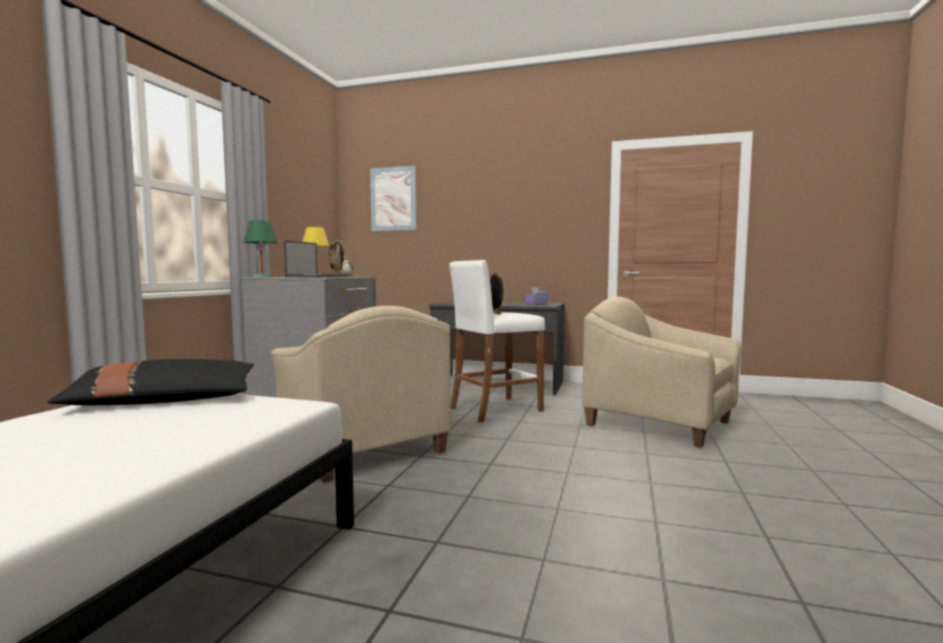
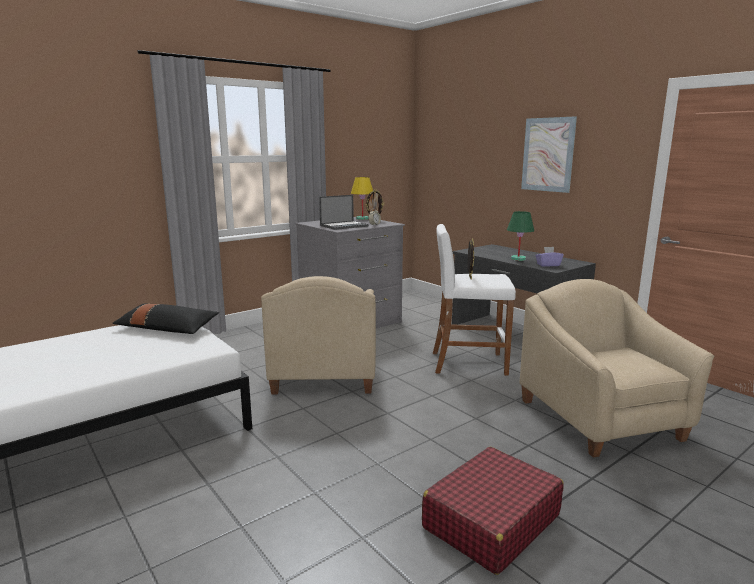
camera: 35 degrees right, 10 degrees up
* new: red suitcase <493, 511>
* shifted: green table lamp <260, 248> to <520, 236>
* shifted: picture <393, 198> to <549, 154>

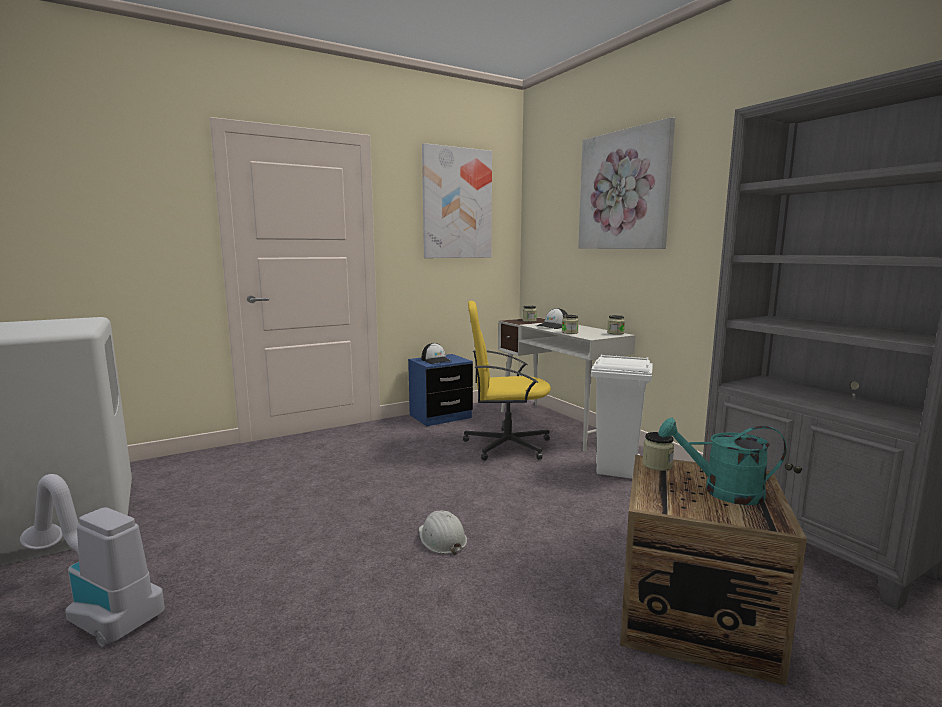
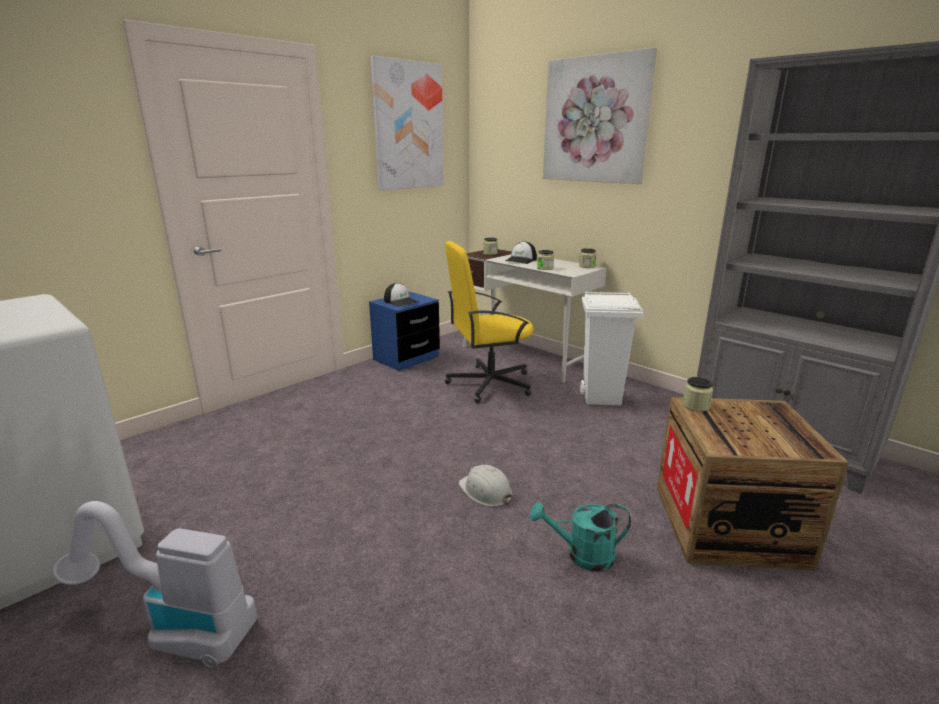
camera: 15 degrees left, 10 degrees up
* shifted: turquoise watering can <723, 461> to <580, 536>

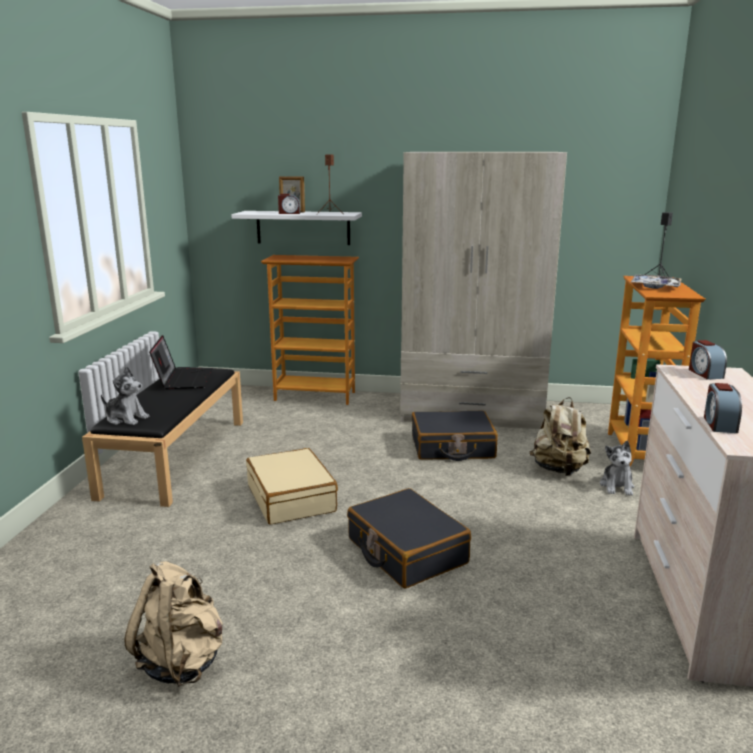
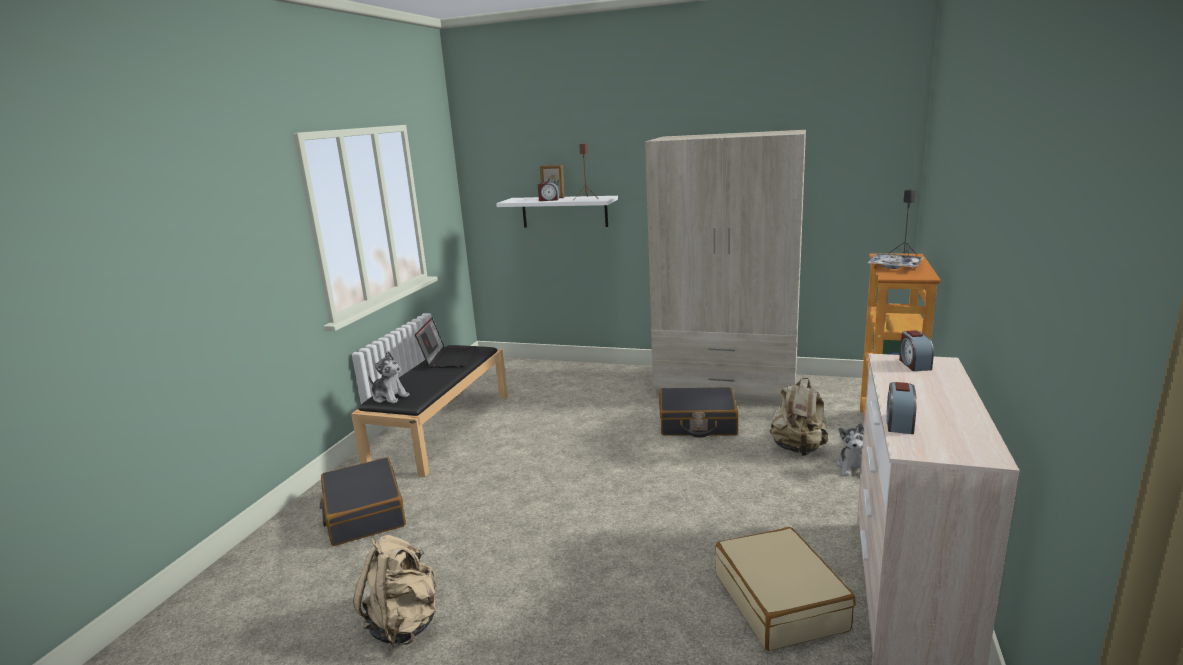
camera: 10 degrees right, 0 degrees up
* gone: bookcase <310, 330>
* shifted: beige suitcase <292, 486> to <785, 589>
* shifted: black suitcase <409, 538> to <362, 501>

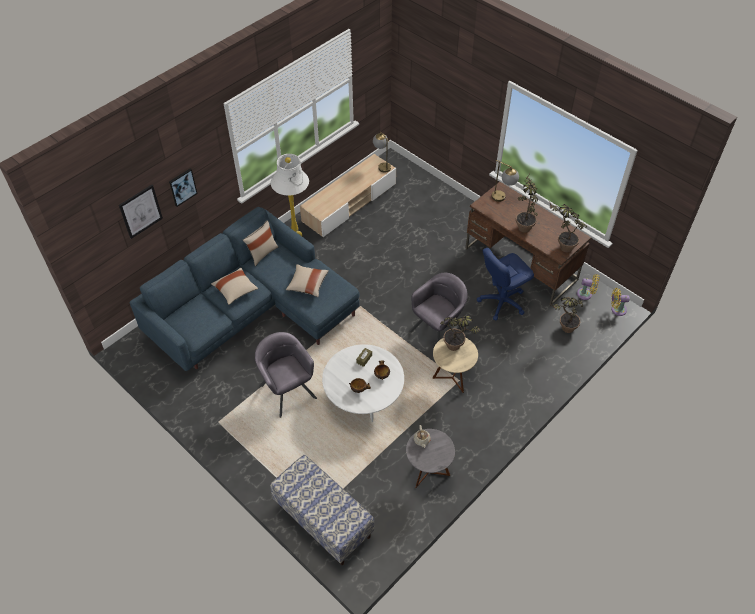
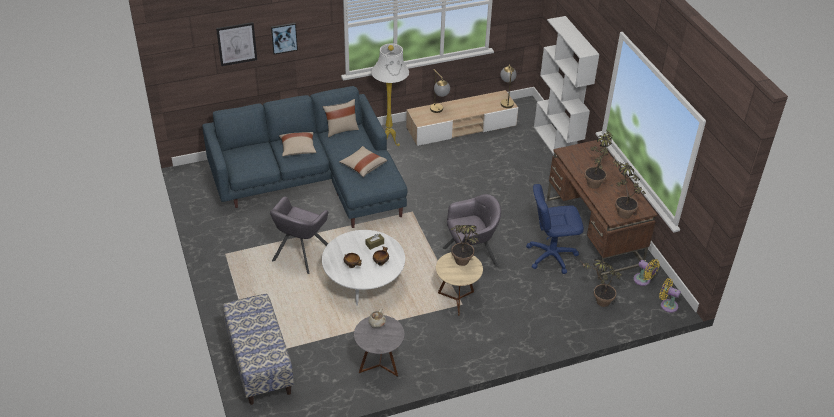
camera: 25 degrees right, 10 degrees down
* new: white bookcase <566, 85>
* shifted: table lamp <505, 181> to <440, 91>
* rotated: grey armchair <286, 375> = <299, 235> 150 degrees counterclockwise

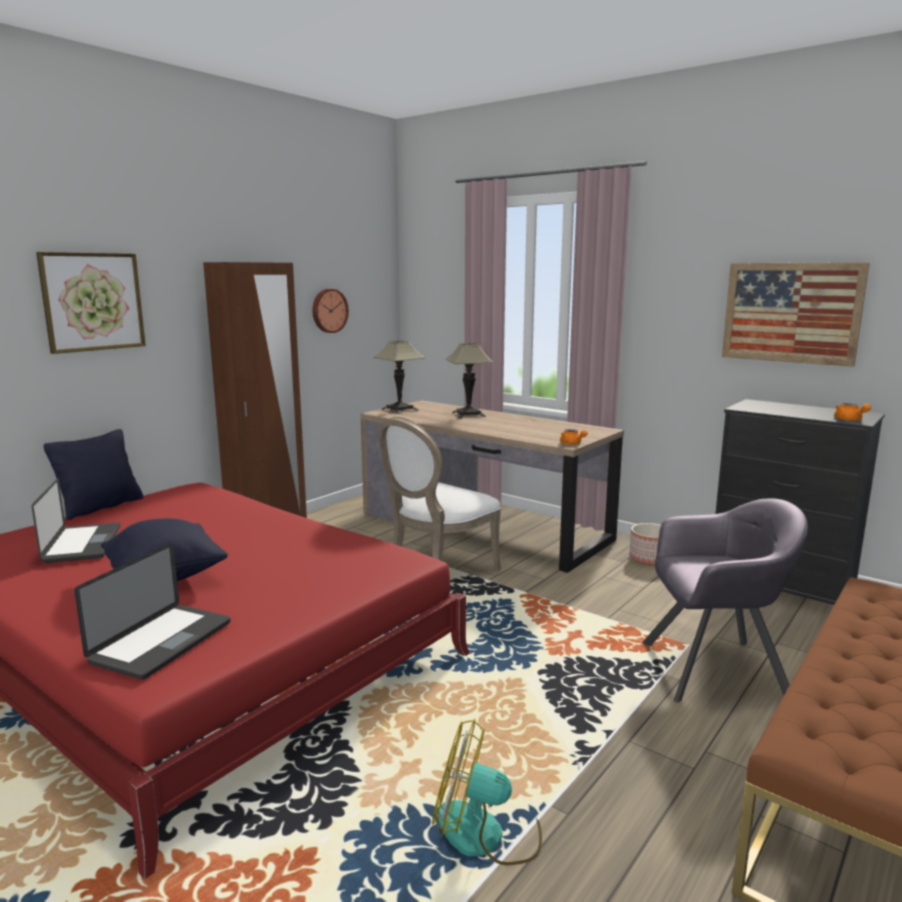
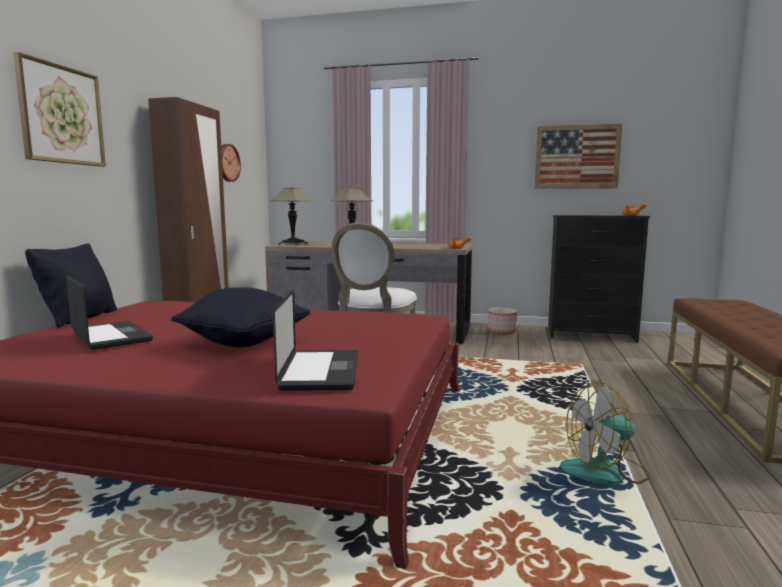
camera: 25 degrees left, 5 degrees down
* gone: grey armchair <725, 600>

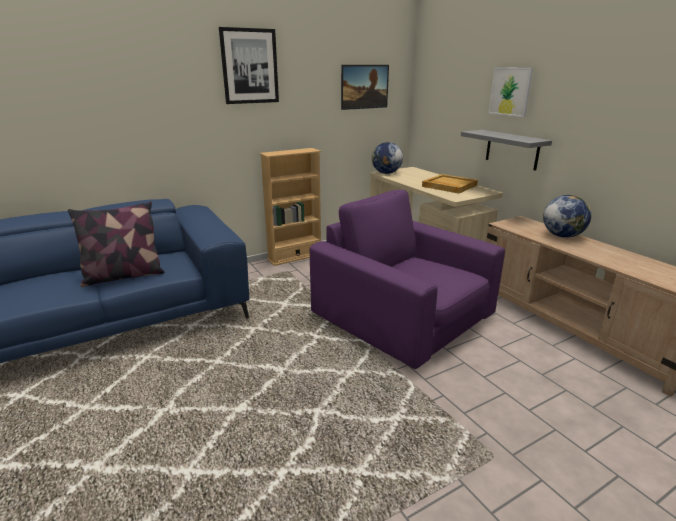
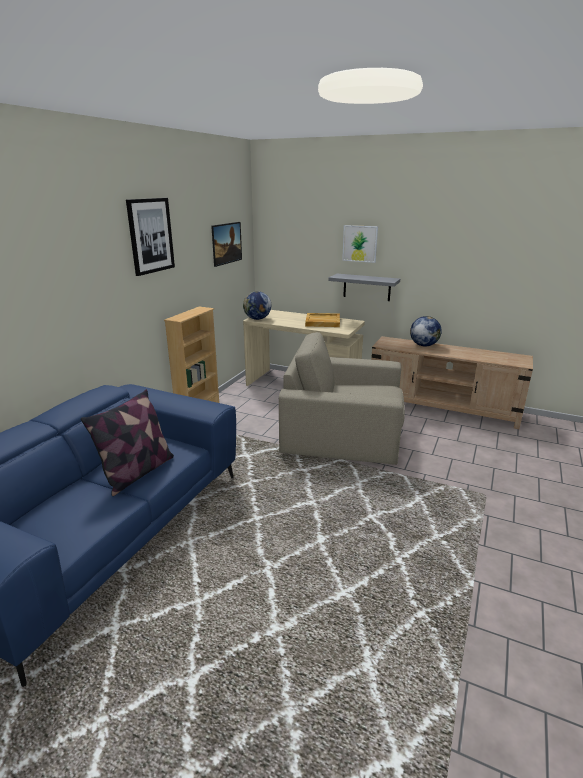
camera: 35 degrees left, 0 degrees up
* repainted: purple armchair <407, 279> to beige armchair <342, 398>

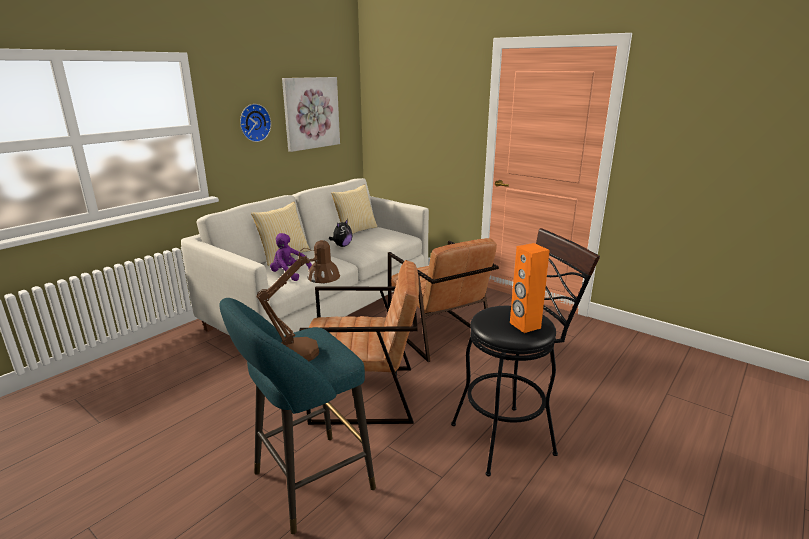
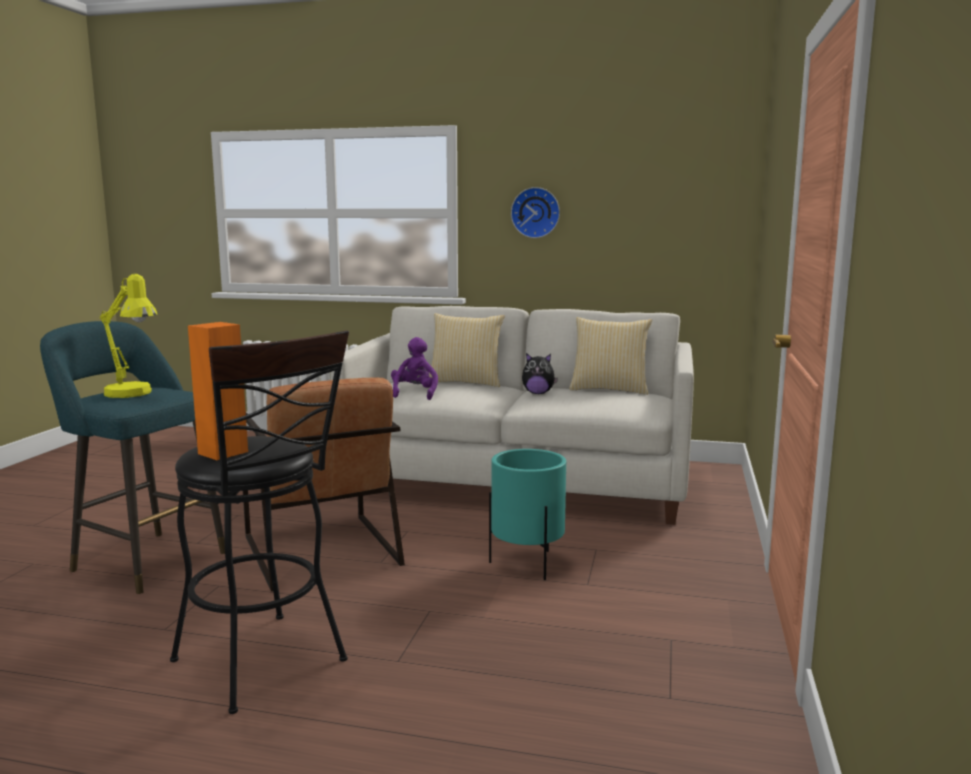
camera: 65 degrees right, 10 degrees down
* gone: picture <311, 114>
* swapped: brown armchair <443, 300> to turquoise planter <527, 514>
* repainted: brown table lamp <298, 300> to yellow table lamp <128, 336>

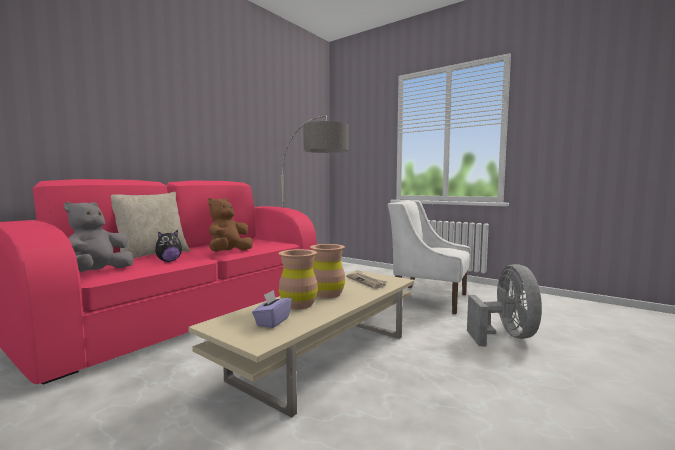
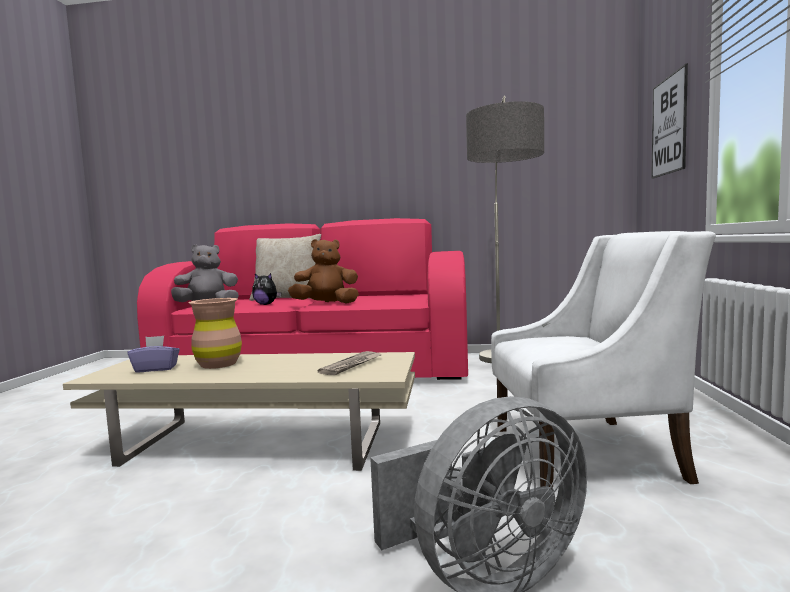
camera: 60 degrees right, 0 degrees up
* gone: brown vase <327, 271>
* new: picture <669, 121>
* rotated: white armchair <429, 257> = <603, 360> 90 degrees clockwise

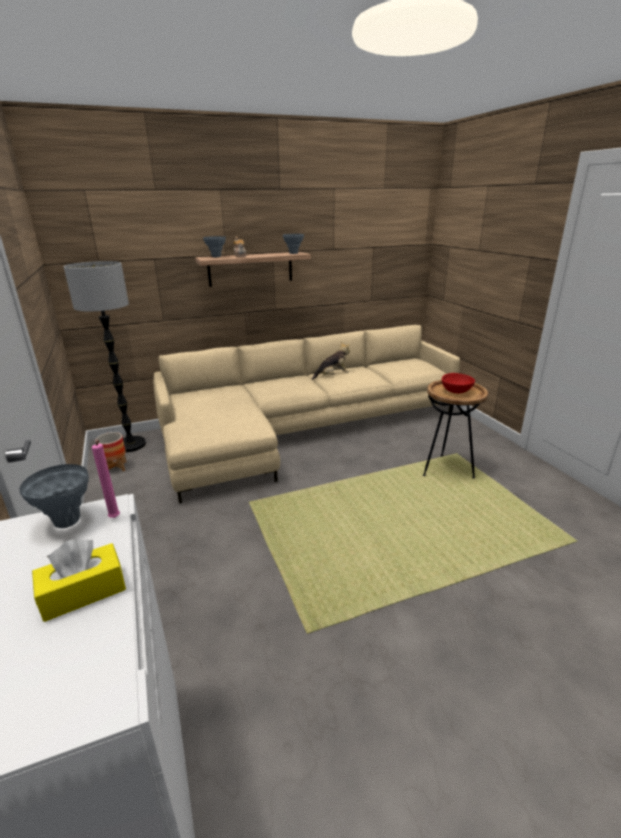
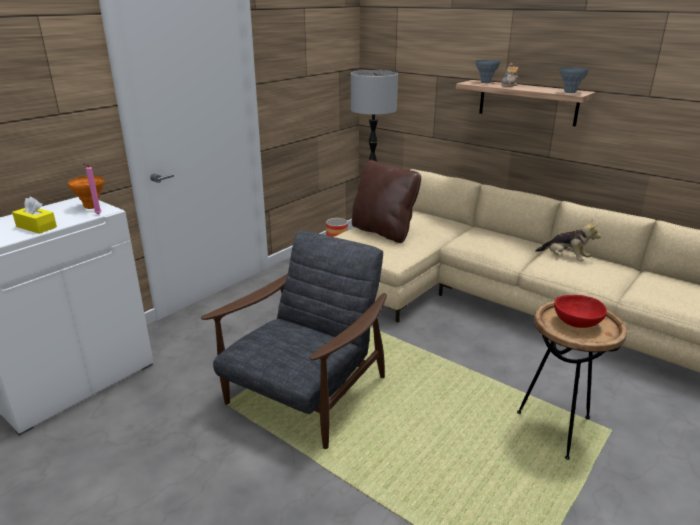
camera: 60 degrees right, 0 degrees up
* new: grey armchair <294, 340>
* new: brown pillow <386, 201>
* repainted: grey vase <54, 496> to orange vase <86, 192>

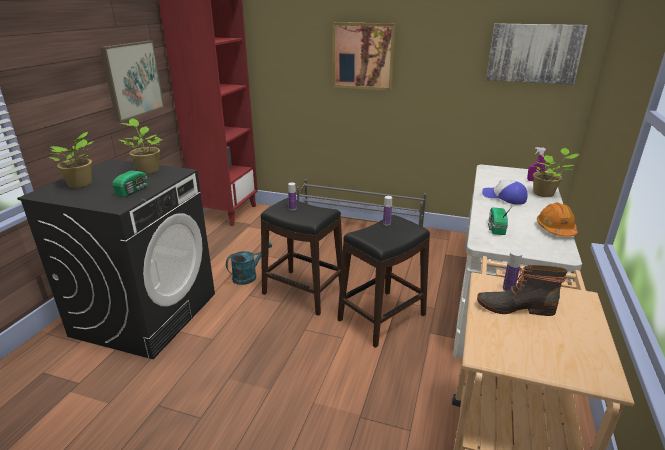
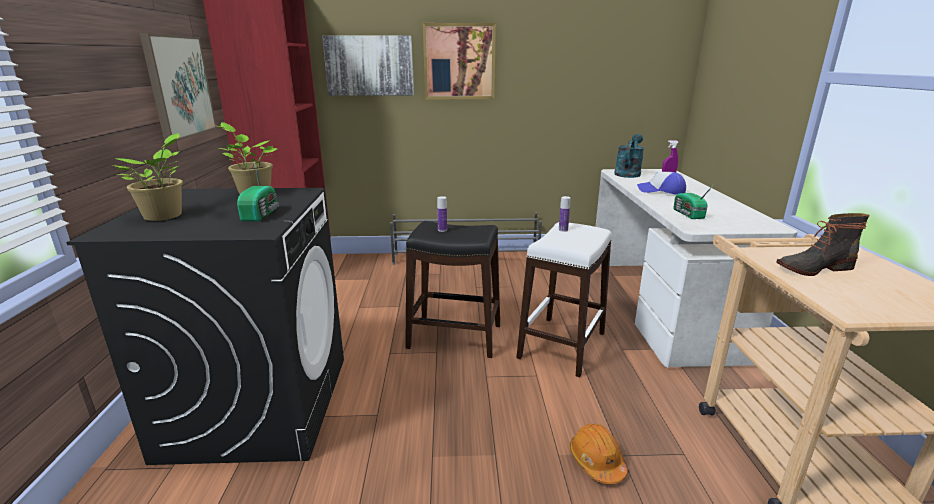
camera: 20 degrees left, 5 degrees down
* gone: bottle <512, 270>
* gone: potted plant <556, 172>
* shifted: turquoise watering can <249, 263> to <629, 156>
* shifted: picture <537, 54> to <368, 66>
* shifted: orange hard hat <557, 220> to <598, 454>
* repainted: black stool <383, 281> to white stool <564, 299>

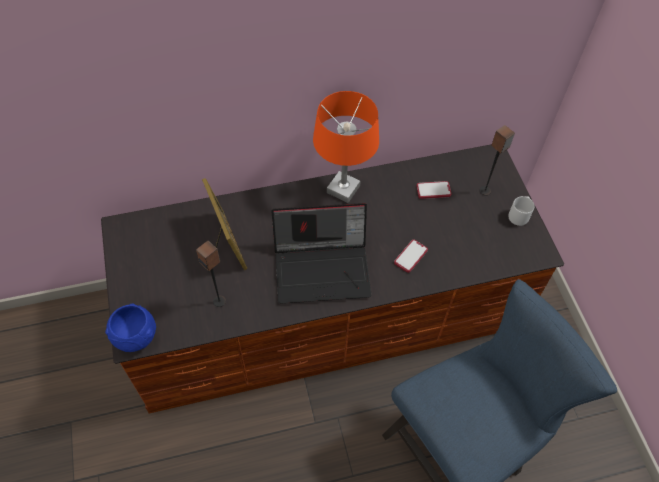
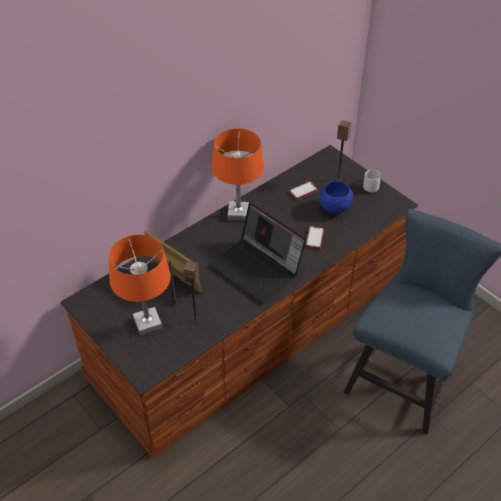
camera: 25 degrees left, 10 degrees down
* new: orange table lamp <140, 285>
* shifted: blue bowl <130, 328> to <336, 197>
* rotated: laptop <321, 253> = <258, 253> 75 degrees clockwise

